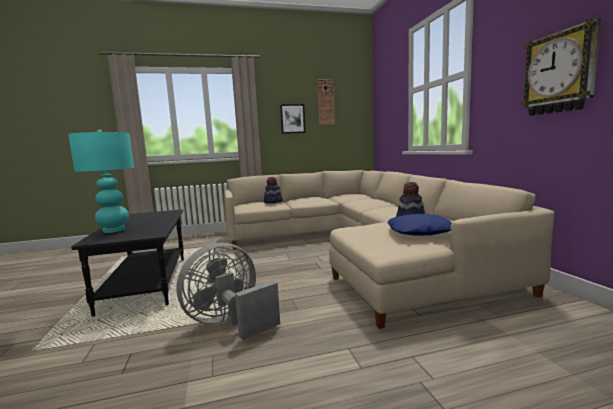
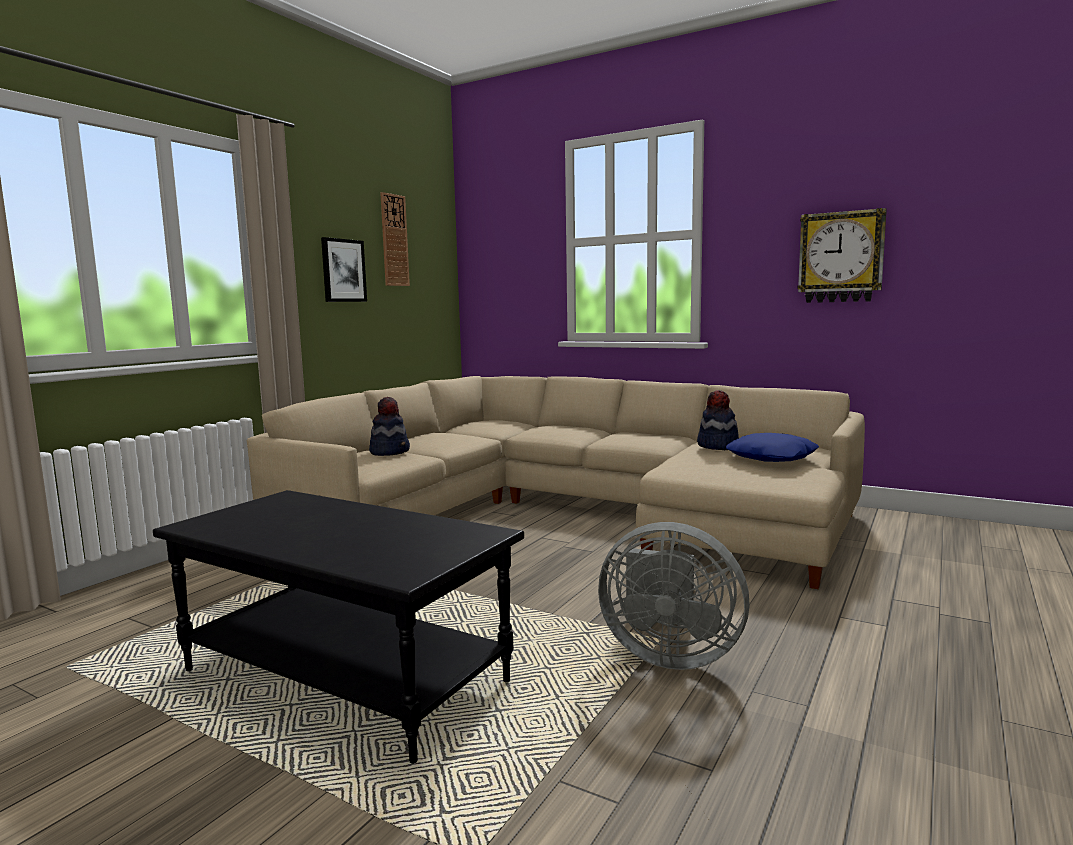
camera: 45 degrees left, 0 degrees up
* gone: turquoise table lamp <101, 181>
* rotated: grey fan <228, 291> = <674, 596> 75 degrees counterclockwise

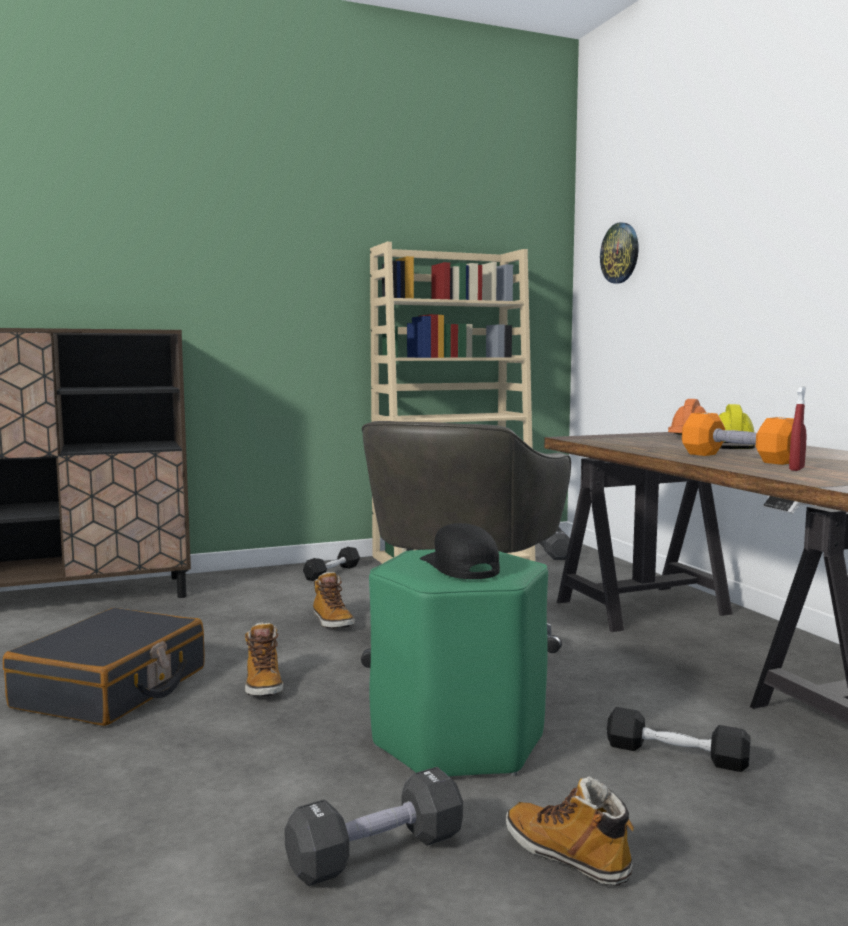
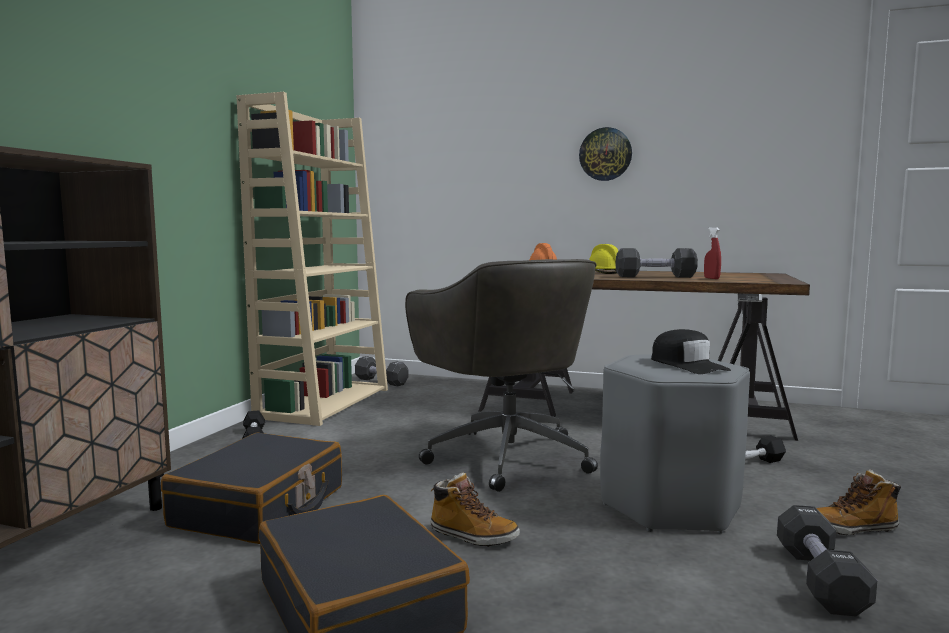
camera: 50 degrees left, 0 degrees up
* gone: boot <334, 600>
* new: black suitcase <251, 488>
* shifted: wall clock <619, 253> to <605, 154>
* repainted: green stool <458, 662> to grey stool <675, 444>
* repainted: orange dumbbell <738, 438> to black dumbbell <657, 263>
* rotated: black cap <460, 551> = <691, 351> 135 degrees counterclockwise

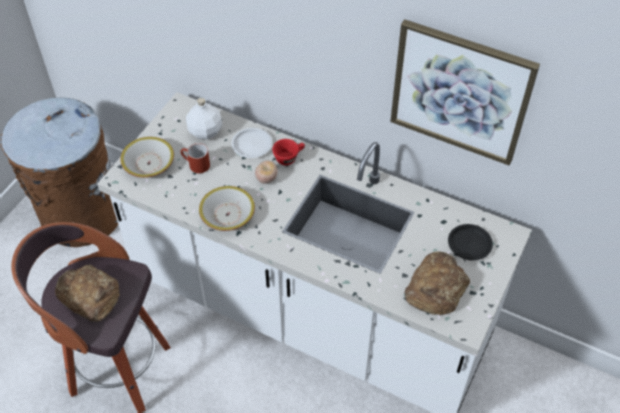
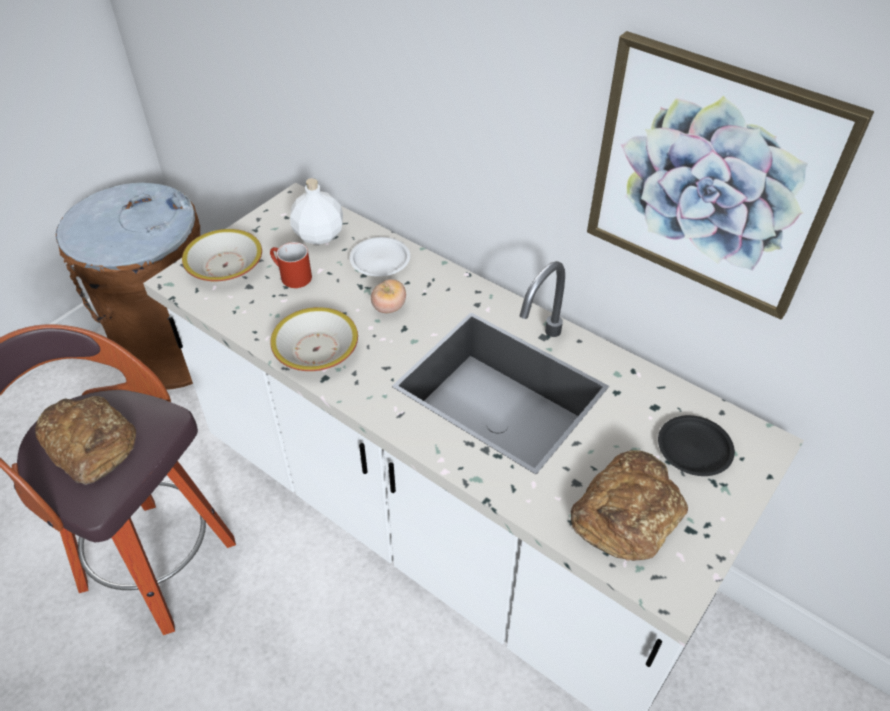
camera: 10 degrees right, 5 degrees down
* gone: red cup <288, 152>

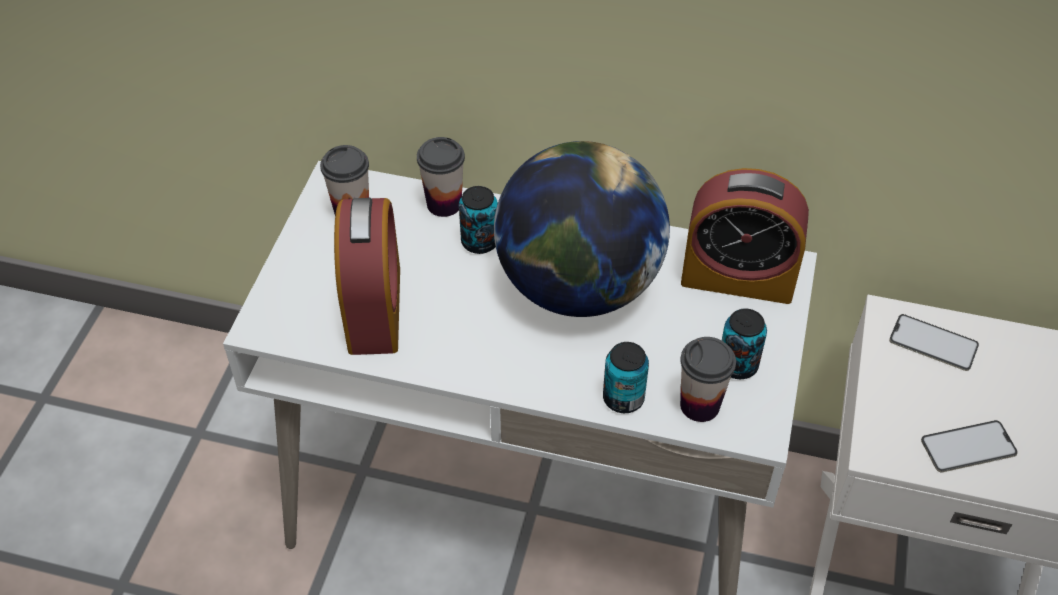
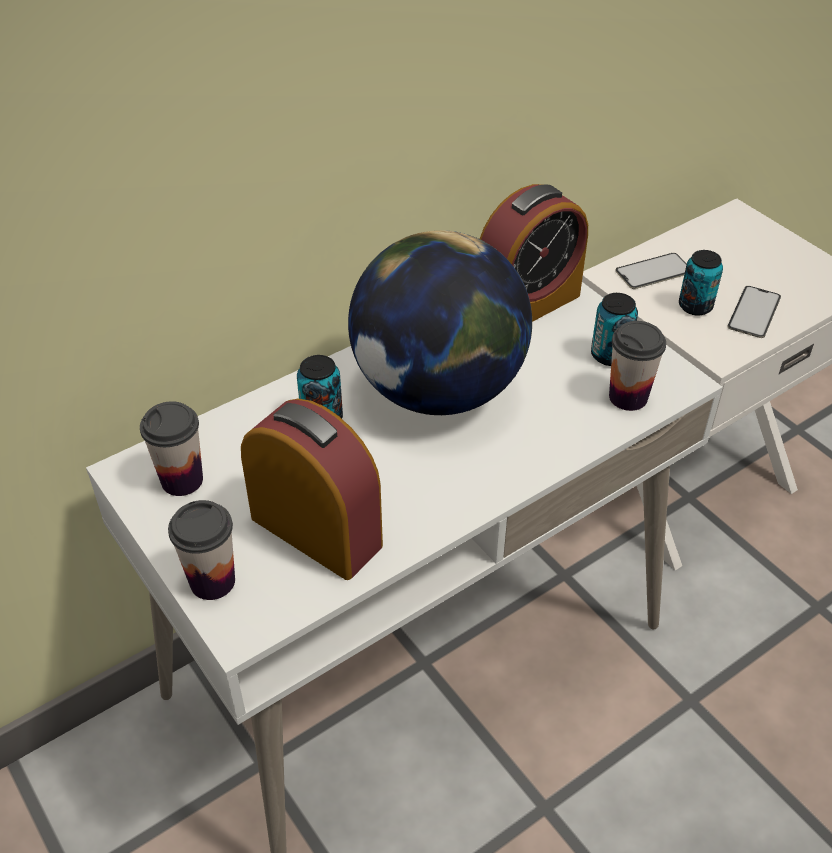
camera: 50 degrees left, 5 degrees down
* shifted: cup <441, 177> to <201, 550>
* shifted: can <626, 377> to <701, 283>

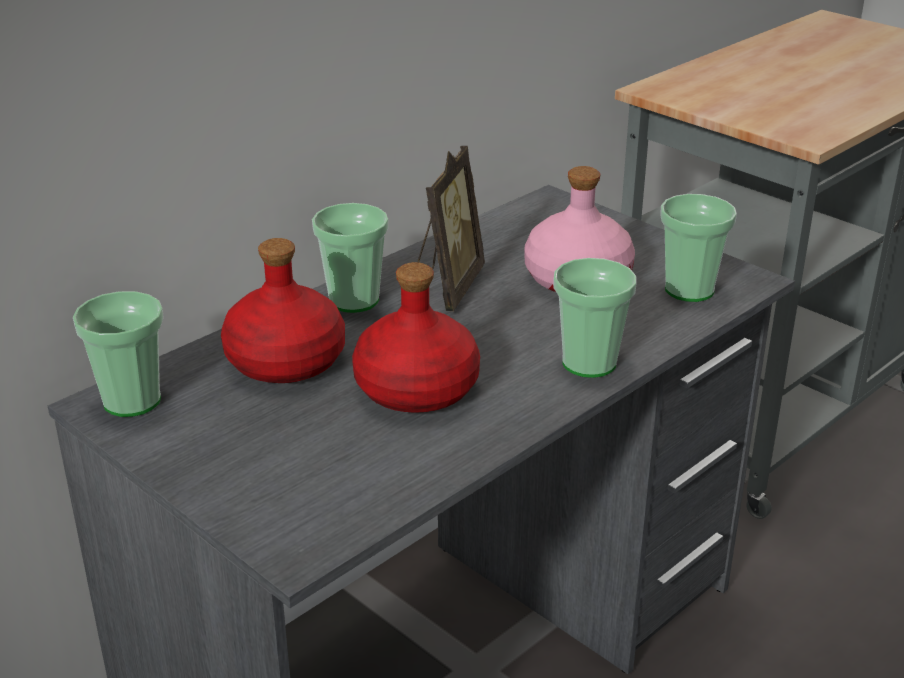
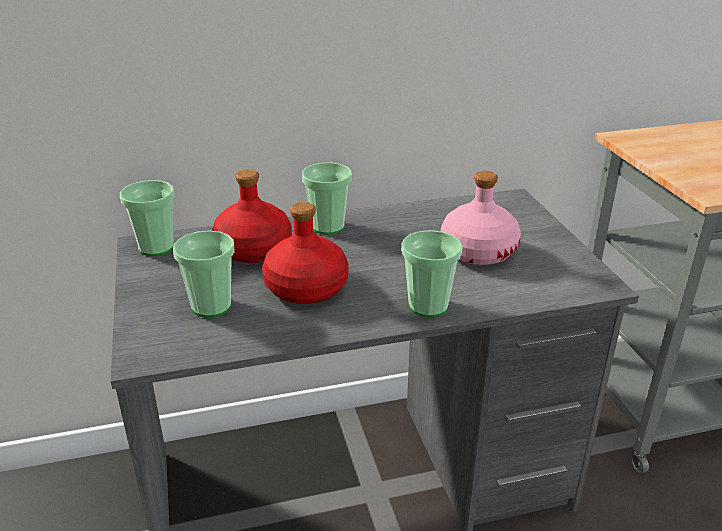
camera: 30 degrees right, 0 degrees up
* gone: picture frame <451, 228>
* shifted: cup <698, 248> to <204, 274>

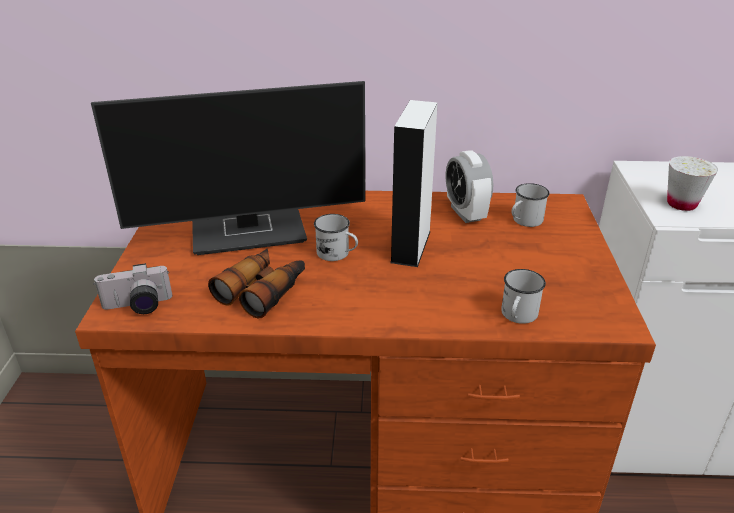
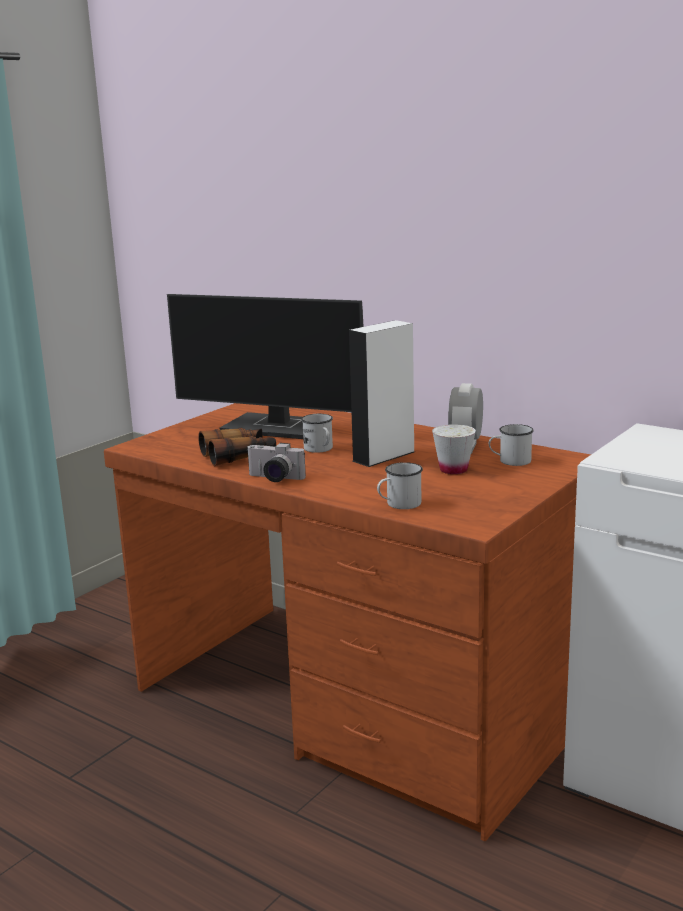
camera: 35 degrees right, 15 degrees down
* shifted: photo camera <133, 288> to <276, 462>
* shifted: white cup <692, 183> to <454, 449>

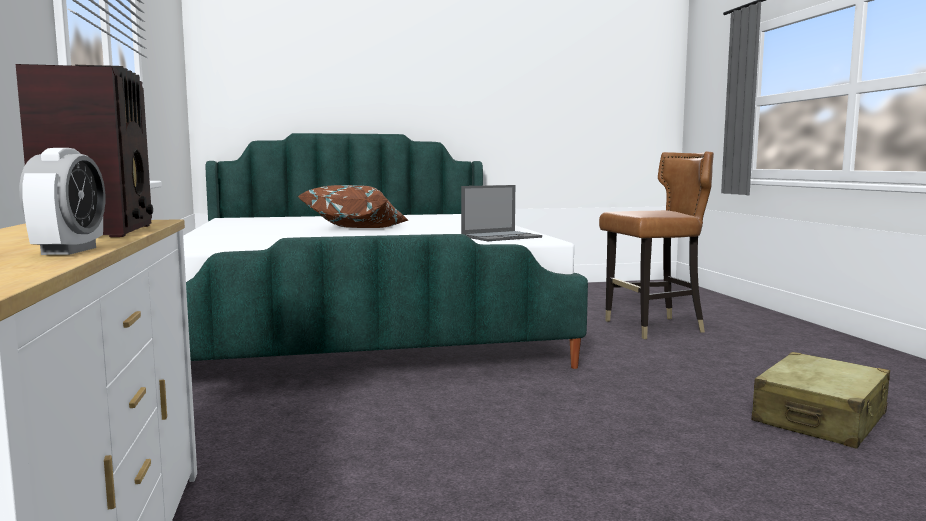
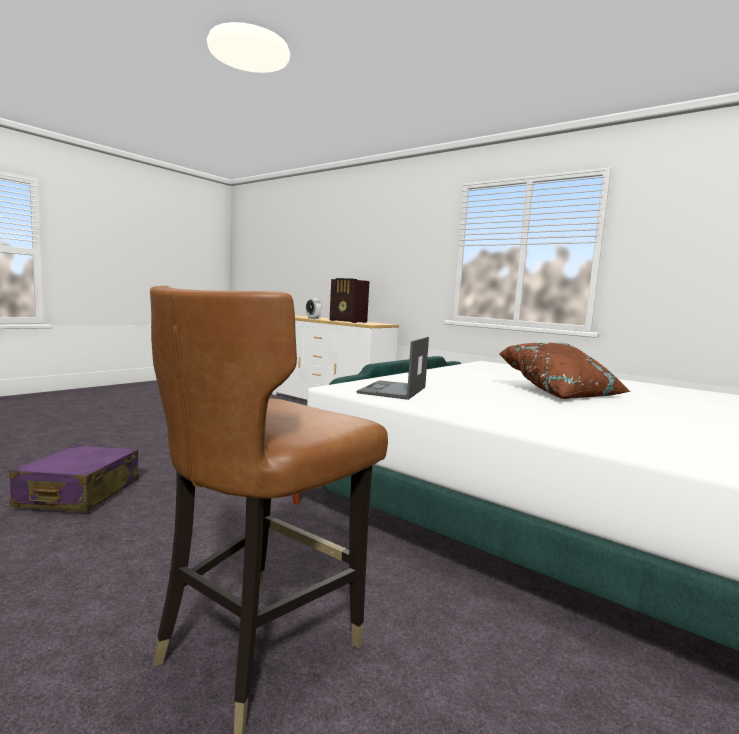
camera: 140 degrees right, 0 degrees up
* repainted: beige suitcase <821, 400> to purple suitcase <74, 478>

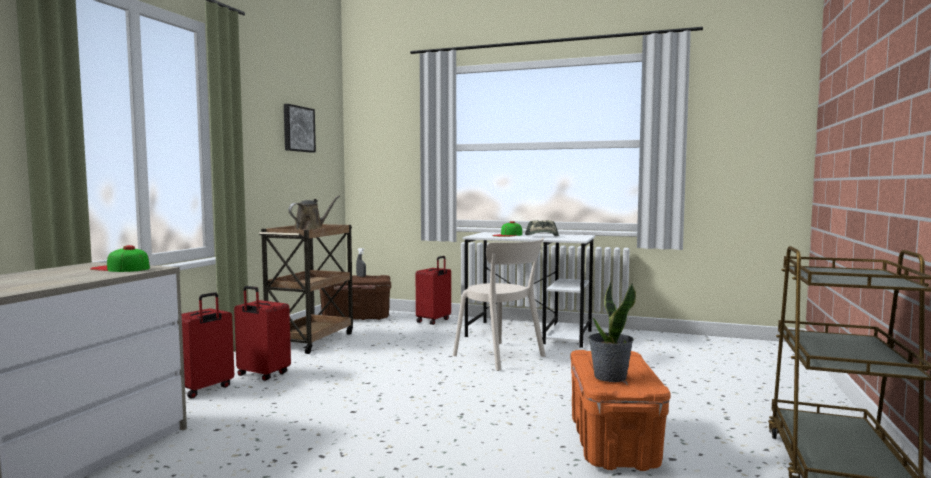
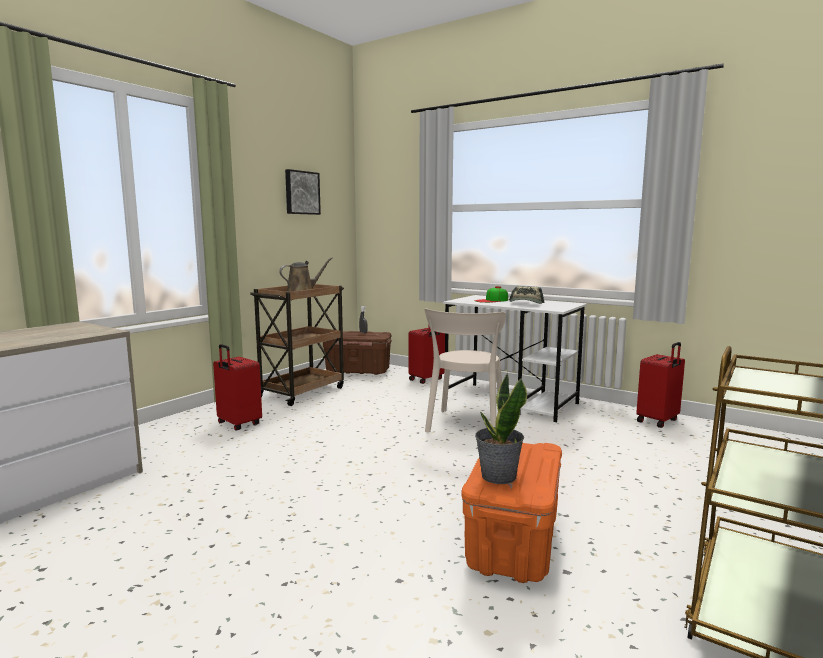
camera: 15 degrees right, 5 degrees up
* gone: cap <120, 258>
* shifted: red suitcase <208, 345> to <660, 385>
* rotated: beige chair <499, 304> = <465, 370> 45 degrees clockwise

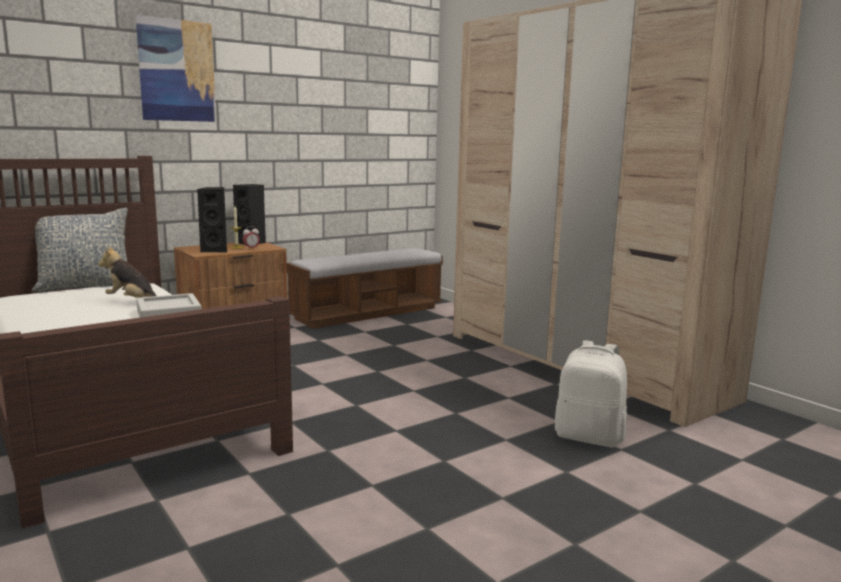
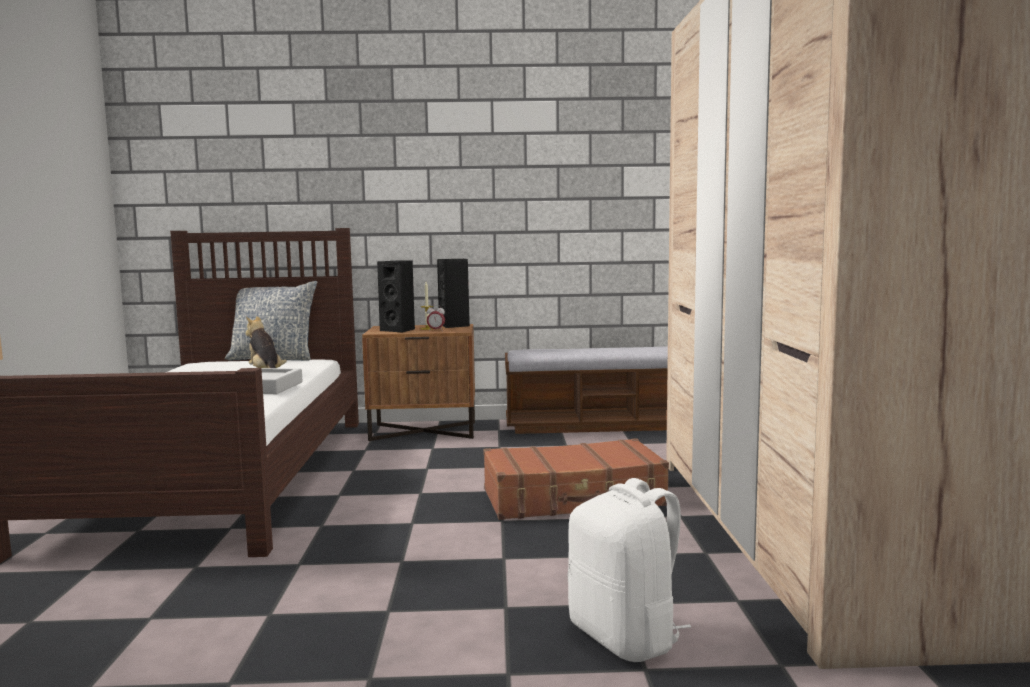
camera: 35 degrees right, 5 degrees down
* gone: picture <176, 68>
* new: brown suitcase <576, 479>

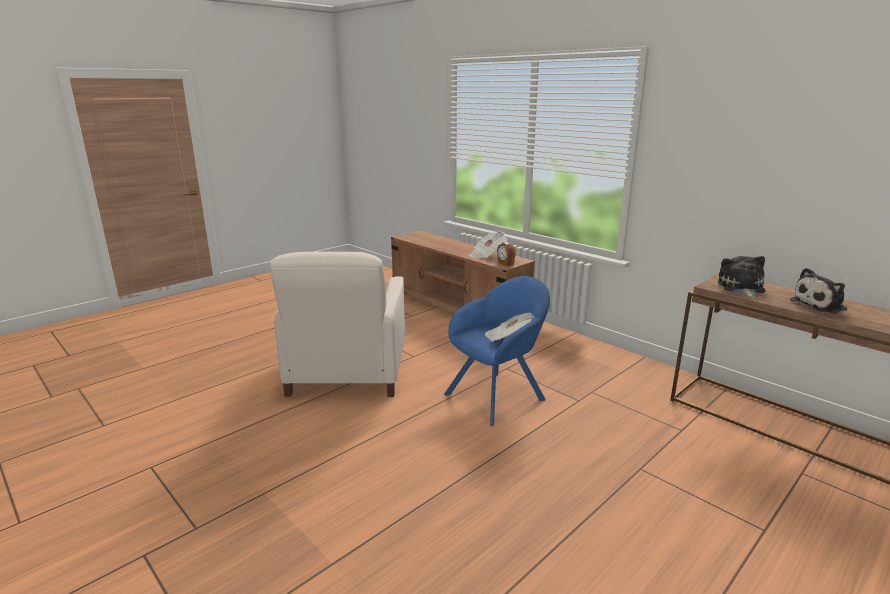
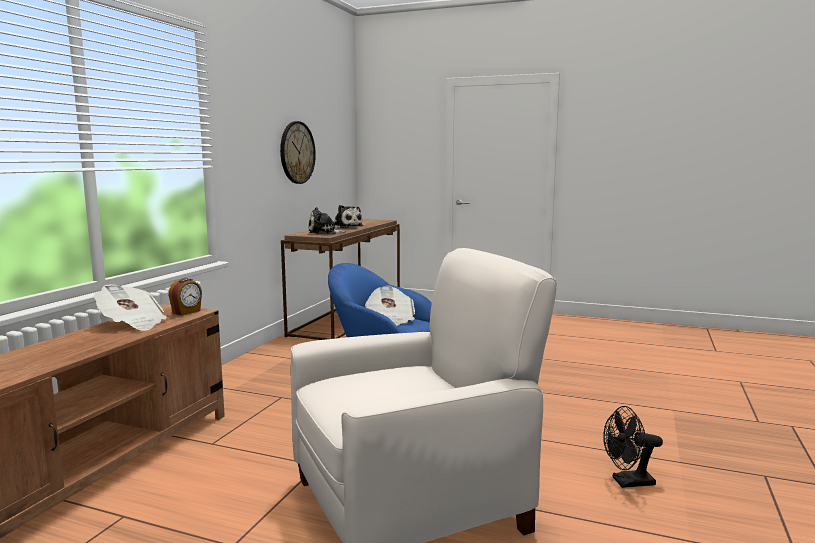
camera: 115 degrees left, 10 degrees down
* new: wall clock <298, 152>
* new: black fan <633, 447>

